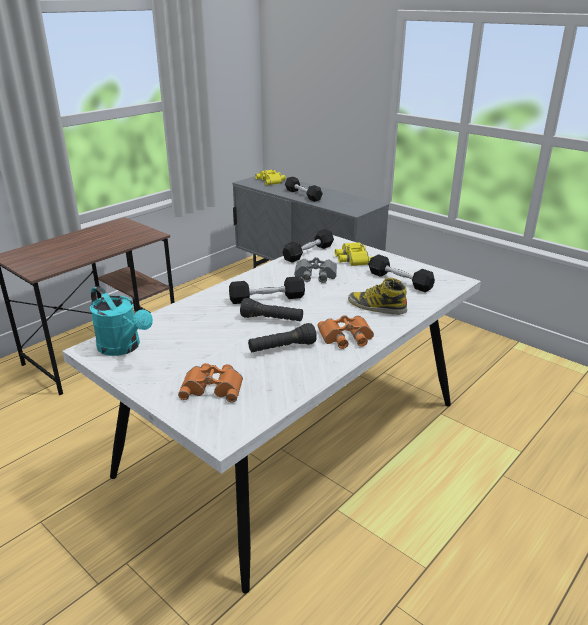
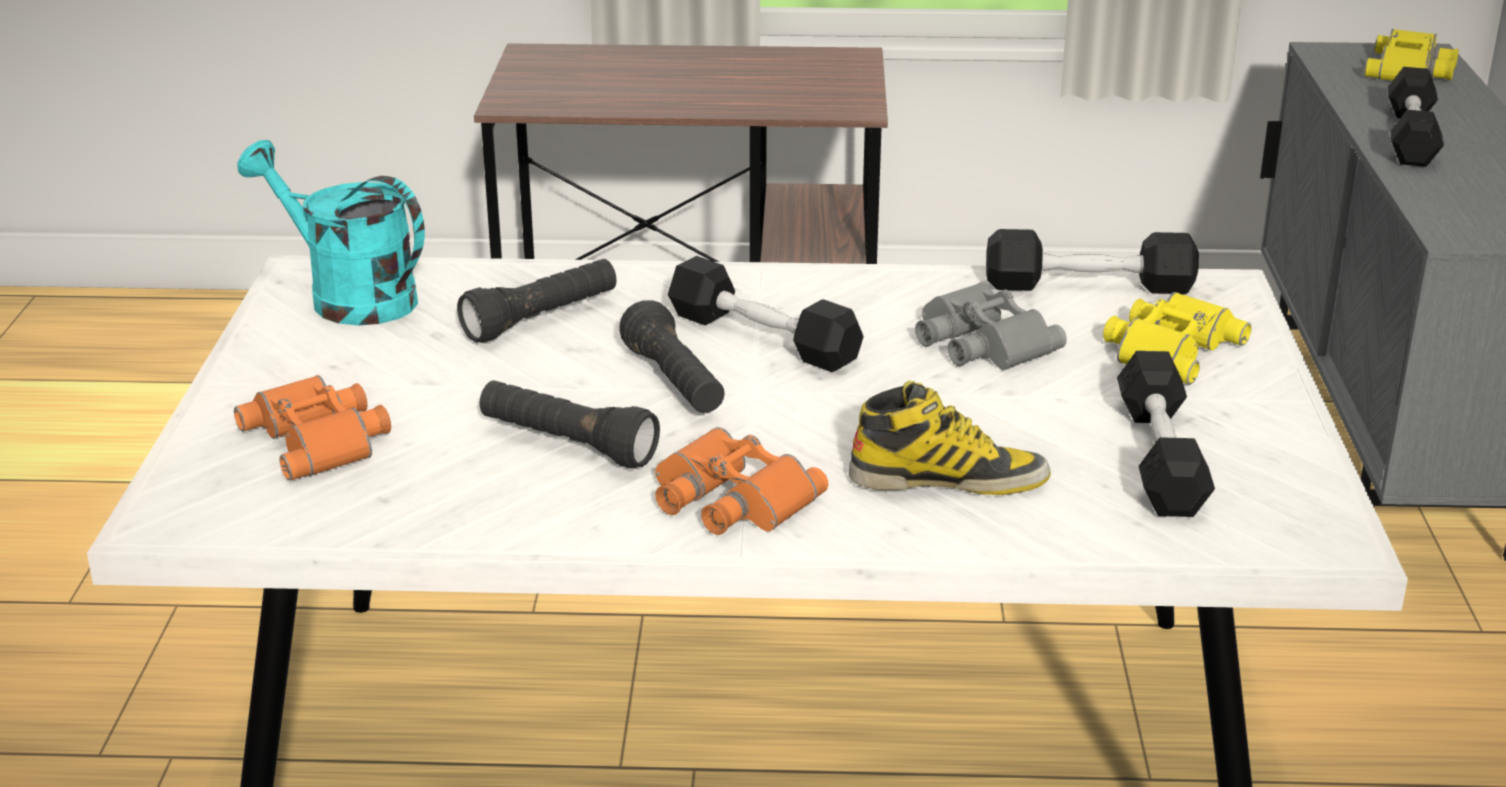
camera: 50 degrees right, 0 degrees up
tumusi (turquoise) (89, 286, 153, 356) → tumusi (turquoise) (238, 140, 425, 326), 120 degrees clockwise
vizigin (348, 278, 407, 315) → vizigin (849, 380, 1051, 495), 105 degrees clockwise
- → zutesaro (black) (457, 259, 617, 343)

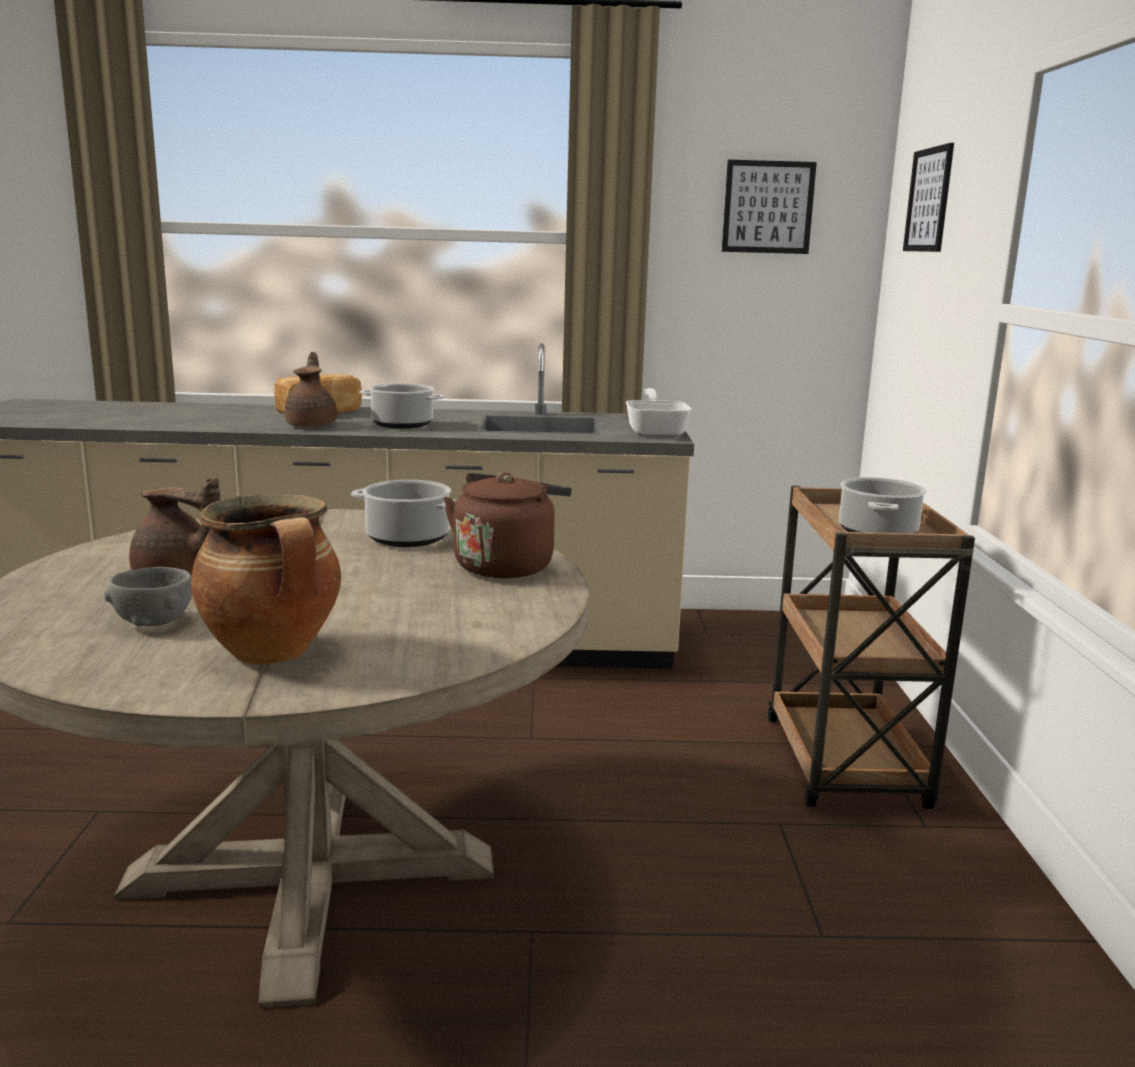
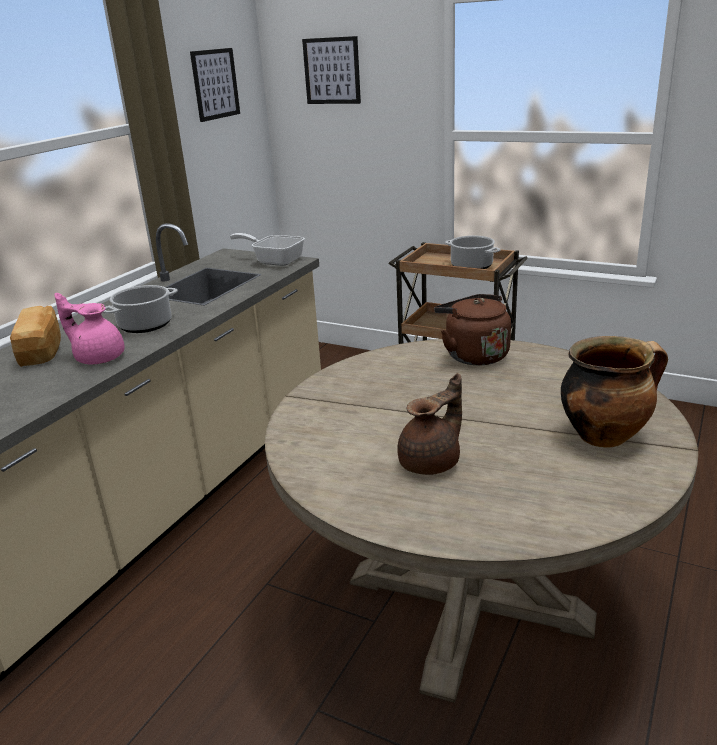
camera: 60 degrees left, 10 degrees up
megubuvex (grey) (104, 567, 192, 627) → -
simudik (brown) (285, 352, 338, 427) → simudik (pink) (55, 293, 125, 364)
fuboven (351, 480, 457, 547) → -

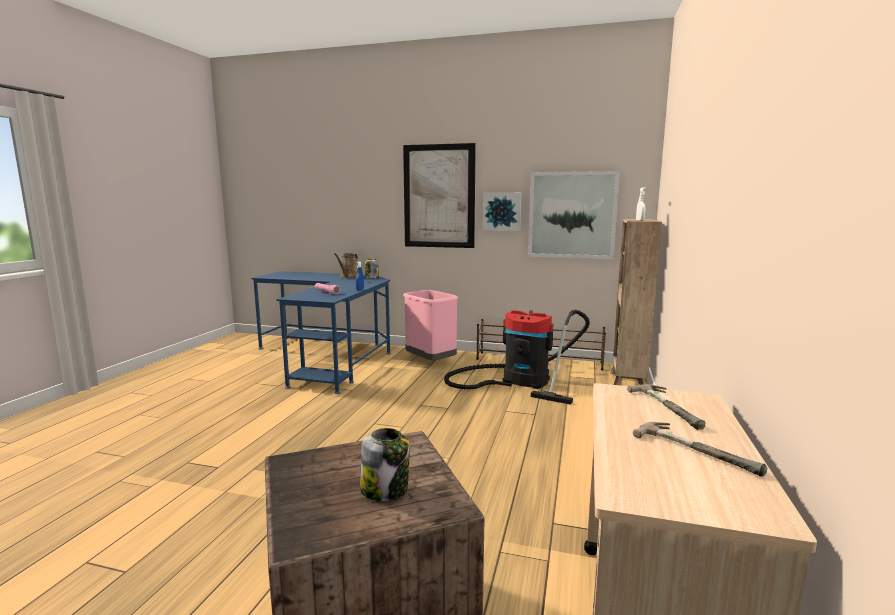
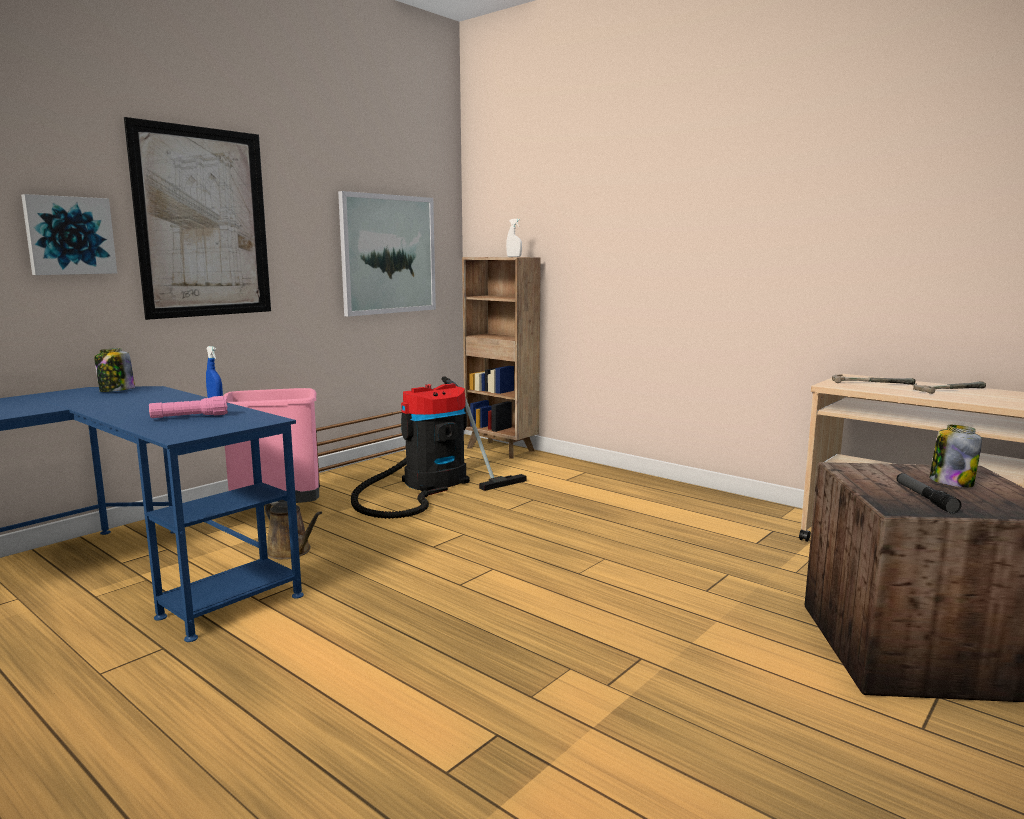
camera: 65 degrees left, 0 degrees up
tumusi (brown) (334, 253, 359, 278) → tumusi (brown) (265, 501, 322, 559), moved
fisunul (483, 192, 522, 231) → fisunul (21, 194, 117, 275), moved
- → zutesaro (897, 473, 962, 514)

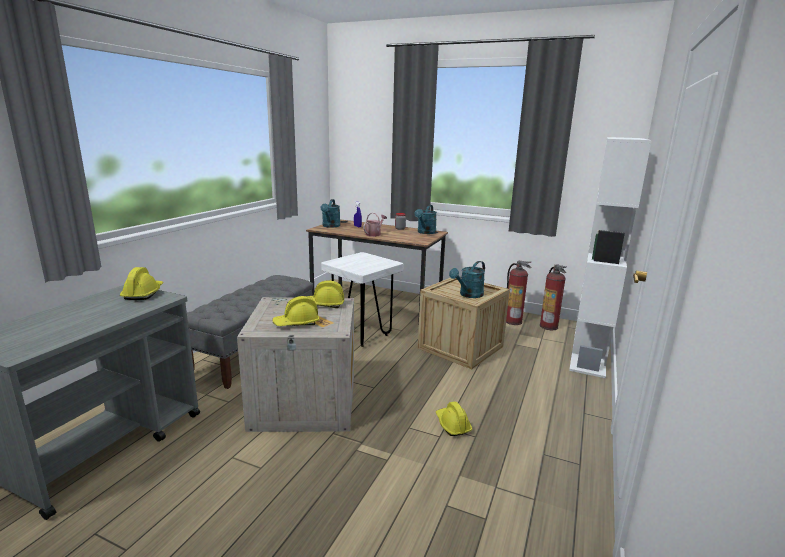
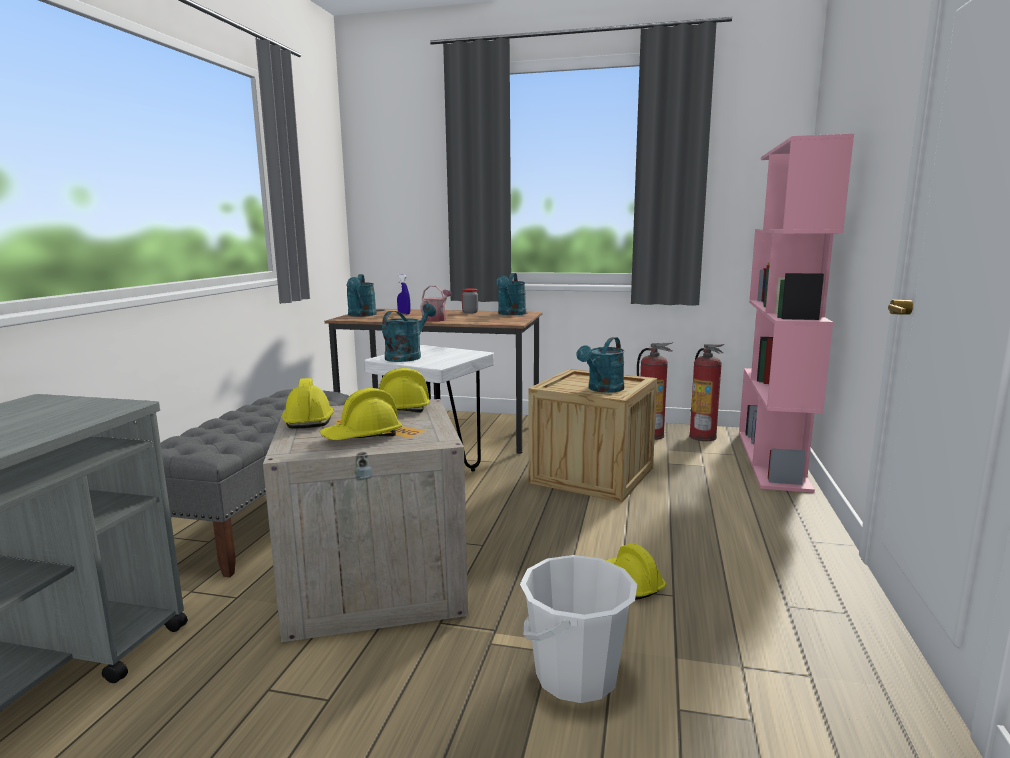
camera: 10 degrees left, 5 degrees down
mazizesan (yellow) (120, 267, 164, 300) → mazizesan (yellow) (282, 378, 334, 429), moved
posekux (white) (569, 137, 652, 378) → posekux (pink) (739, 134, 854, 493)
- → tumusi (turquoise) (382, 304, 436, 362)
- → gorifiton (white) (520, 555, 637, 703)

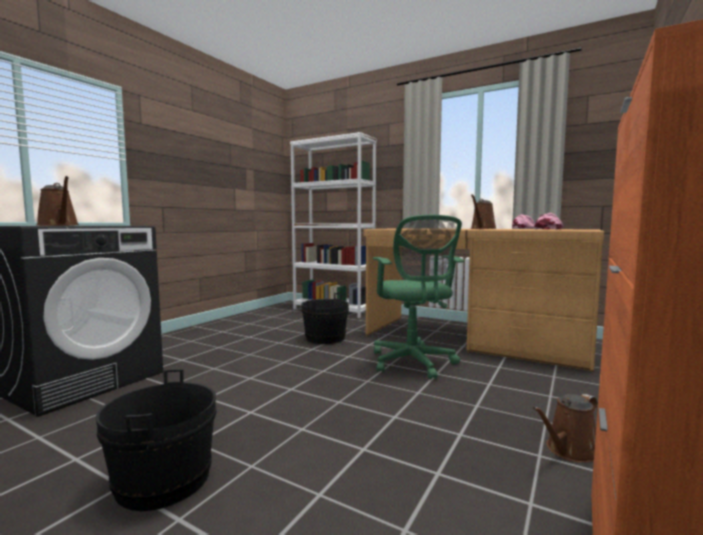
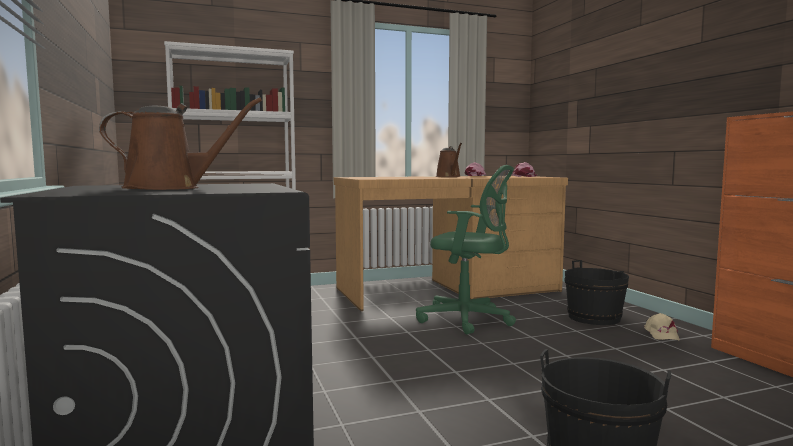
camera: 50 degrees left, 0 degrees up
gorifiton (black) (301, 293, 349, 344) → gorifiton (black) (564, 260, 629, 325), moved
tumusi (brown) (533, 394, 598, 462) → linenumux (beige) (644, 313, 680, 341)

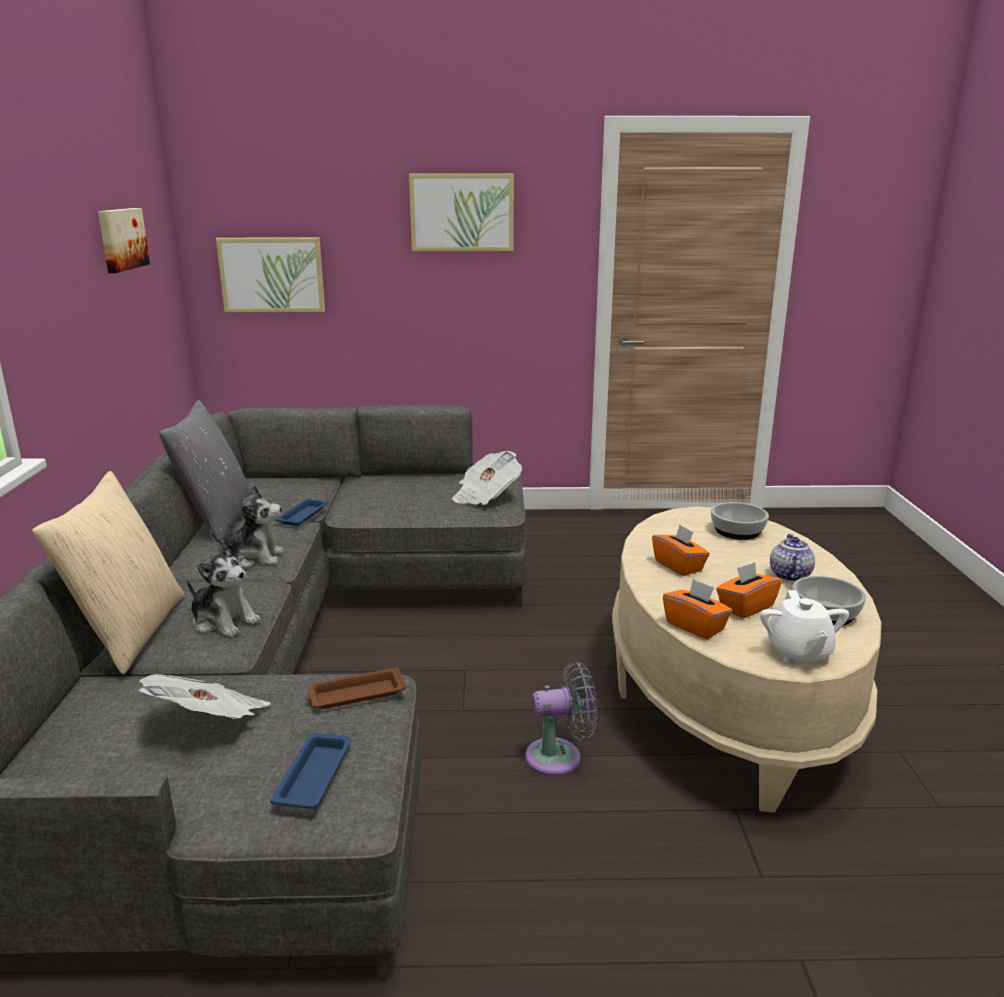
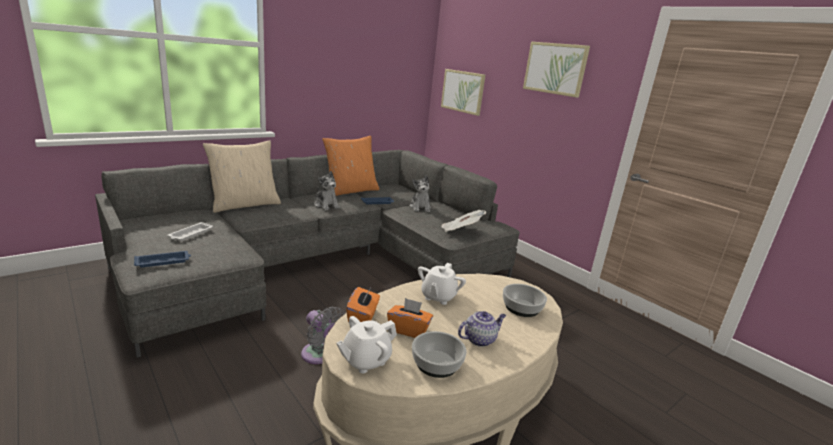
camera: 50 degrees right, 0 degrees up
fisunul (98, 208, 150, 273) → -
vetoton (138, 674, 271, 719) → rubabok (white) (167, 222, 213, 241)
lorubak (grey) (159, 400, 251, 541) → lorubak (orange) (322, 136, 379, 196)
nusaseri (187, 540, 260, 637) → nusaseri (409, 175, 431, 212), moved
rubabok (brown) (305, 667, 406, 709) → -
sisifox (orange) (652, 525, 710, 576) → simudik (white) (418, 263, 466, 305)

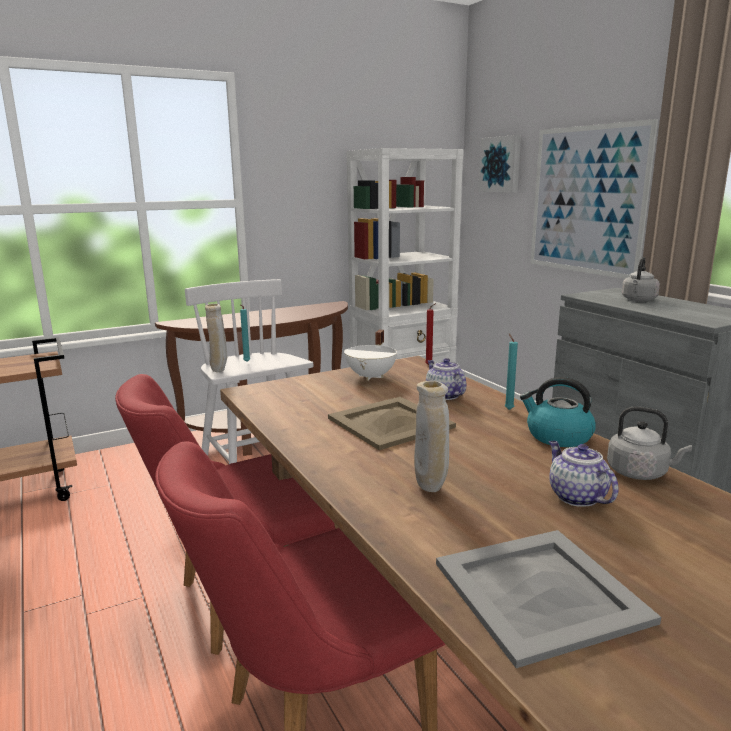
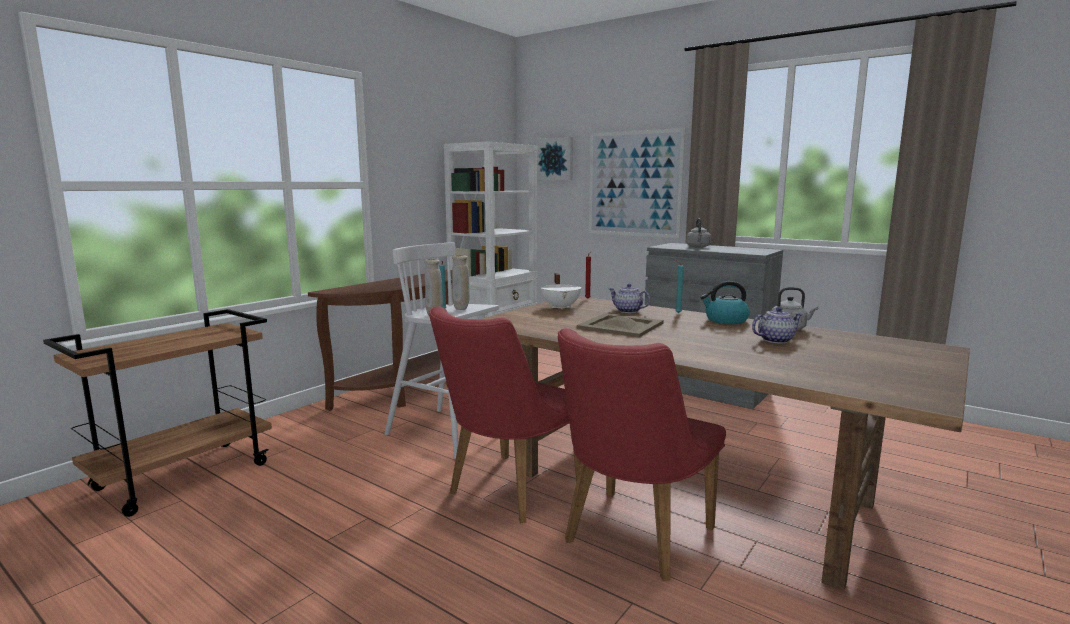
camera: 25 degrees left, 5 degrees down
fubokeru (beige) (414, 381, 449, 492) → fubokeru (beige) (452, 255, 470, 310), moved
rubabok (grey) (436, 530, 661, 668) → -
simudik (549, 441, 619, 507) → simudik (752, 307, 802, 343), 120 degrees clockwise

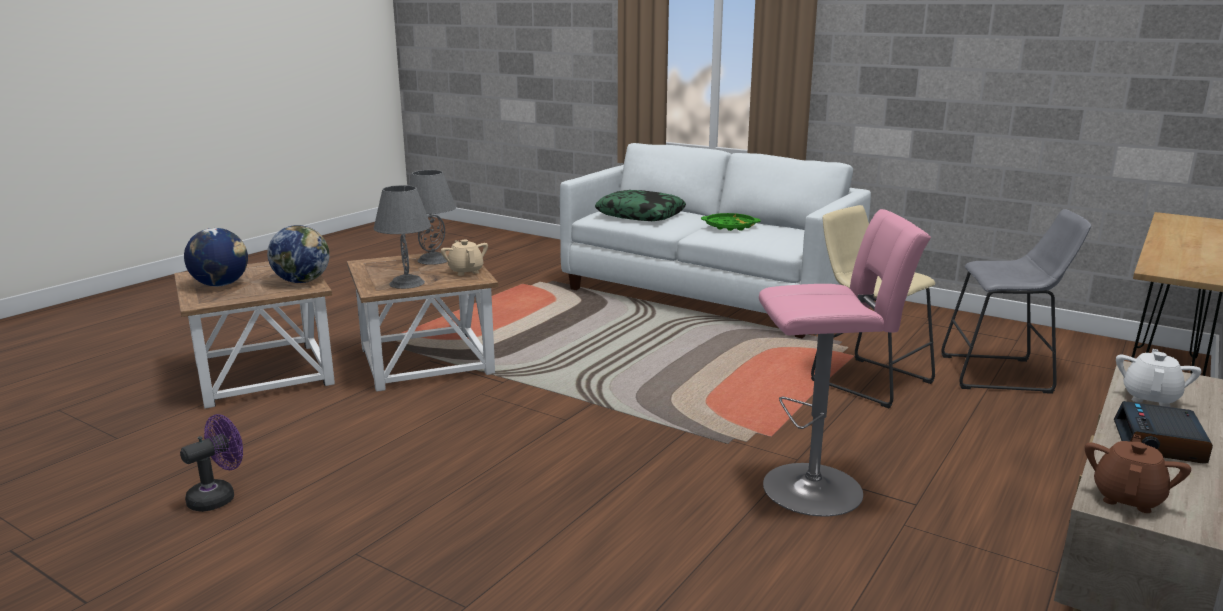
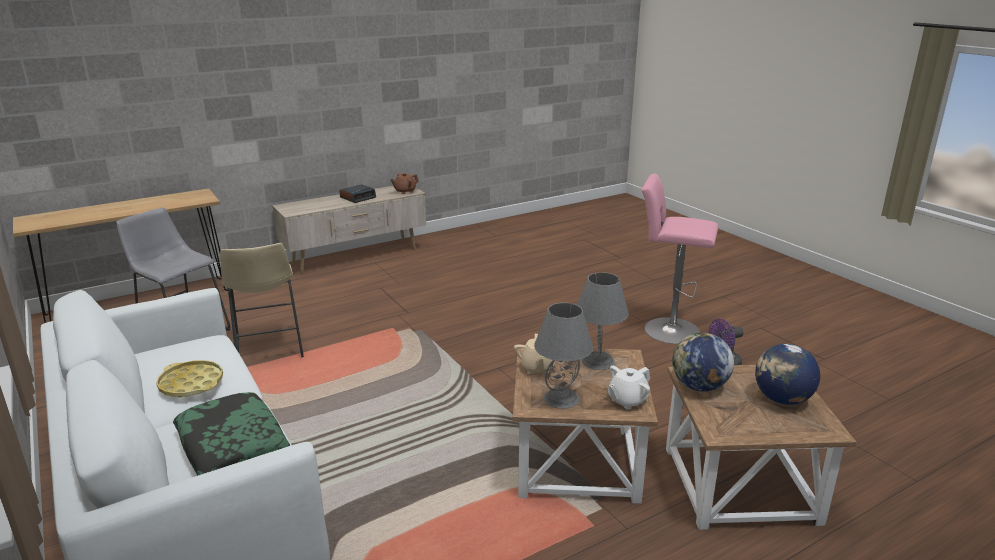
camera: 155 degrees left, 5 degrees up
rubabok (green) (701, 213, 760, 231) → rubabok (yellow) (156, 360, 223, 397)
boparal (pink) (759, 209, 931, 516) → boparal (pink) (642, 174, 718, 344), moved
simudik (white) (1116, 349, 1202, 407) → simudik (white) (608, 366, 650, 410), moved

